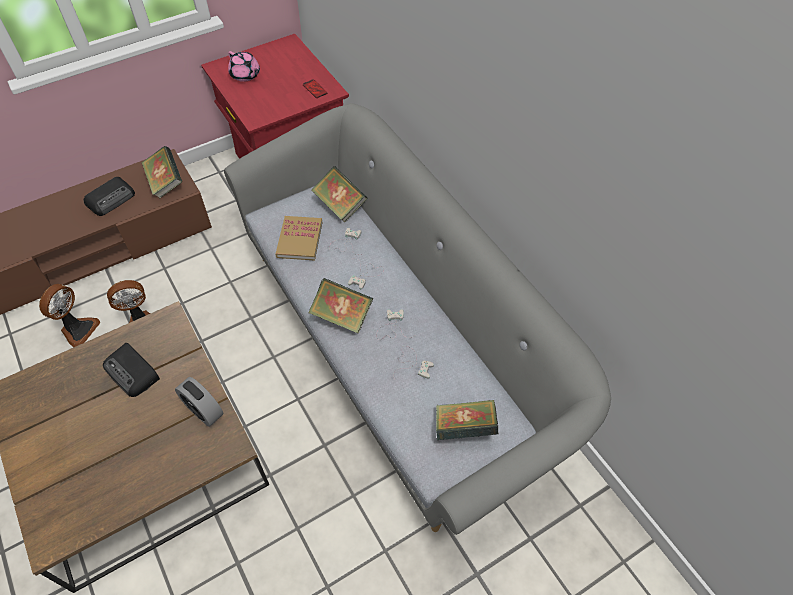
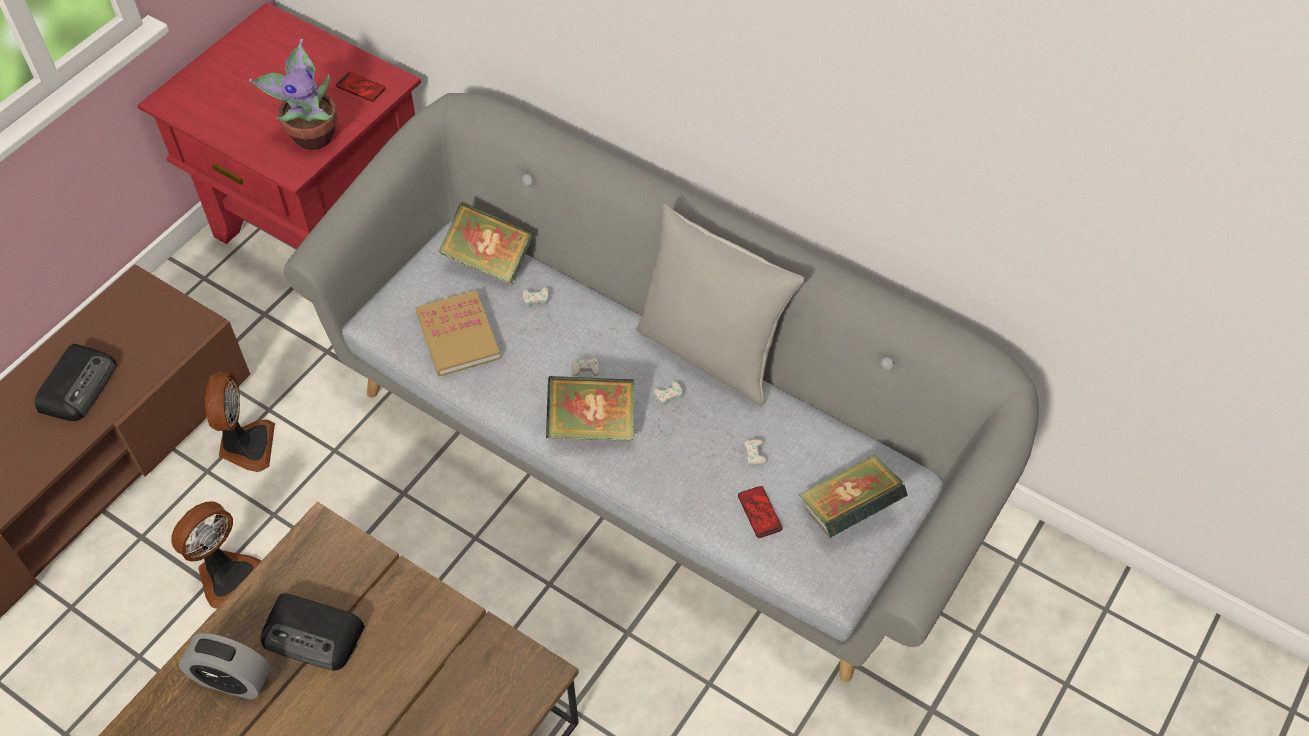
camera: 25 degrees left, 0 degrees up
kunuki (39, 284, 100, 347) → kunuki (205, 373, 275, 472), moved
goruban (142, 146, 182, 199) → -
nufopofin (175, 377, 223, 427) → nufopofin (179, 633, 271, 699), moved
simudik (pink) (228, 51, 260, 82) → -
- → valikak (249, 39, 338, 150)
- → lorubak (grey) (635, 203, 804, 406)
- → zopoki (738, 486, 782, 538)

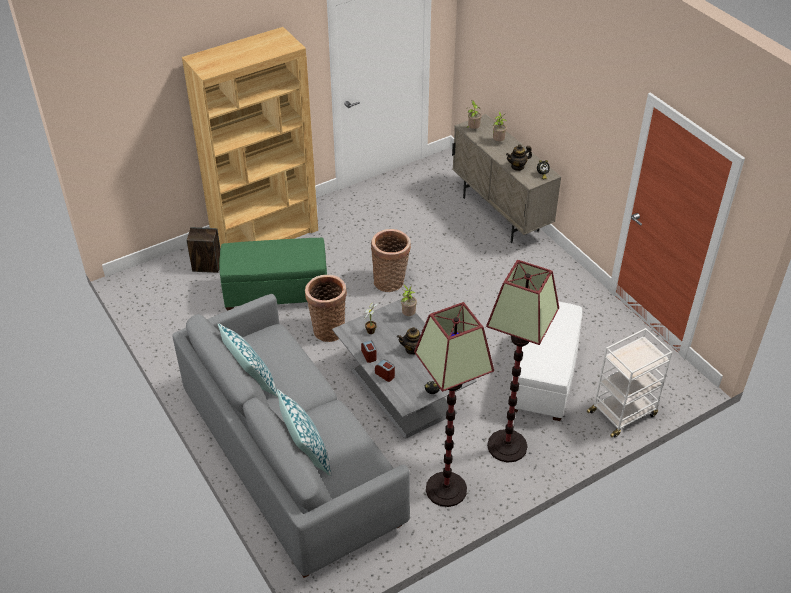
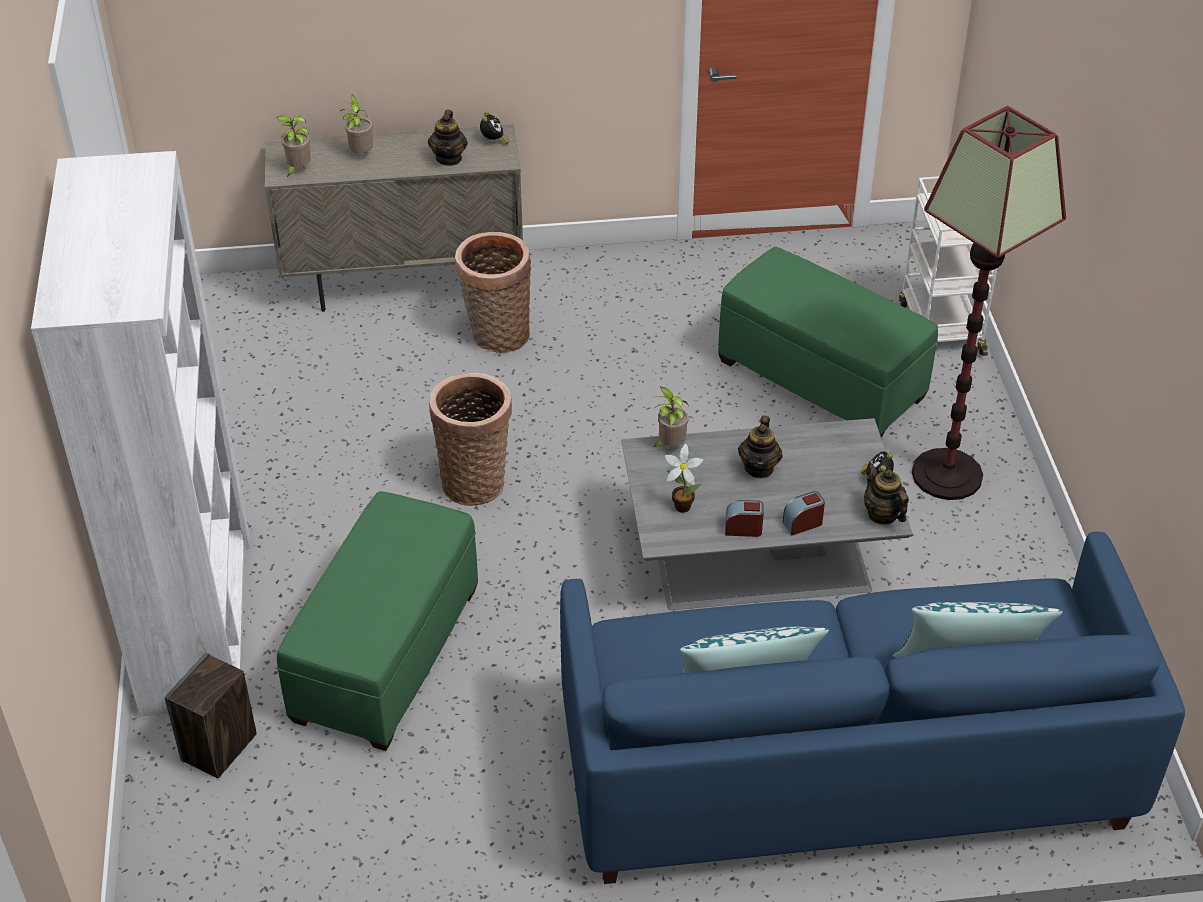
camera: 65 degrees left, 0 degrees up
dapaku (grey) (172, 294, 410, 578) → dapaku (blue) (560, 532, 1185, 884)
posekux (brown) (182, 27, 318, 249) → posekux (white) (31, 151, 250, 717)
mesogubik (305, 275, 347, 342) → mesogubik (455, 232, 531, 353), moved
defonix (414, 302, 494, 507) → -
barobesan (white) (509, 301, 582, 421) → barobesan (green) (718, 247, 938, 438)
- → simudik (864, 463, 909, 525)

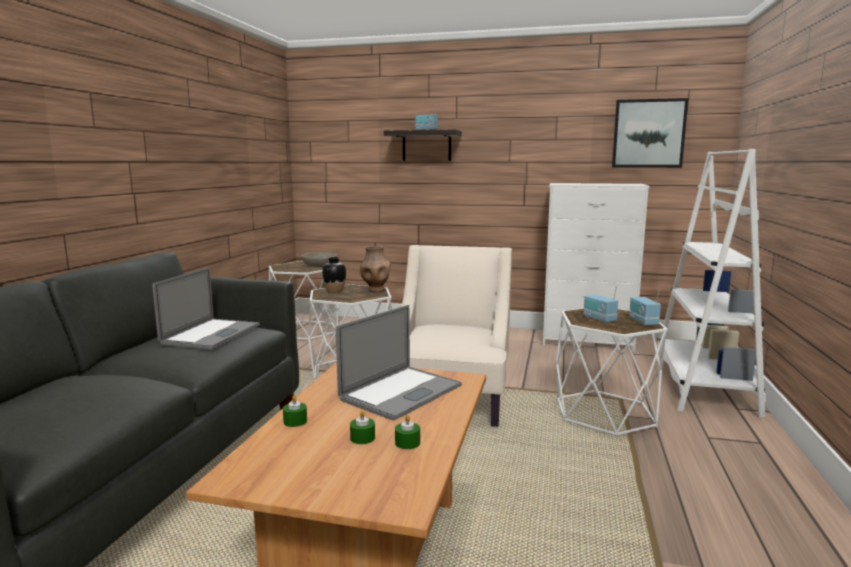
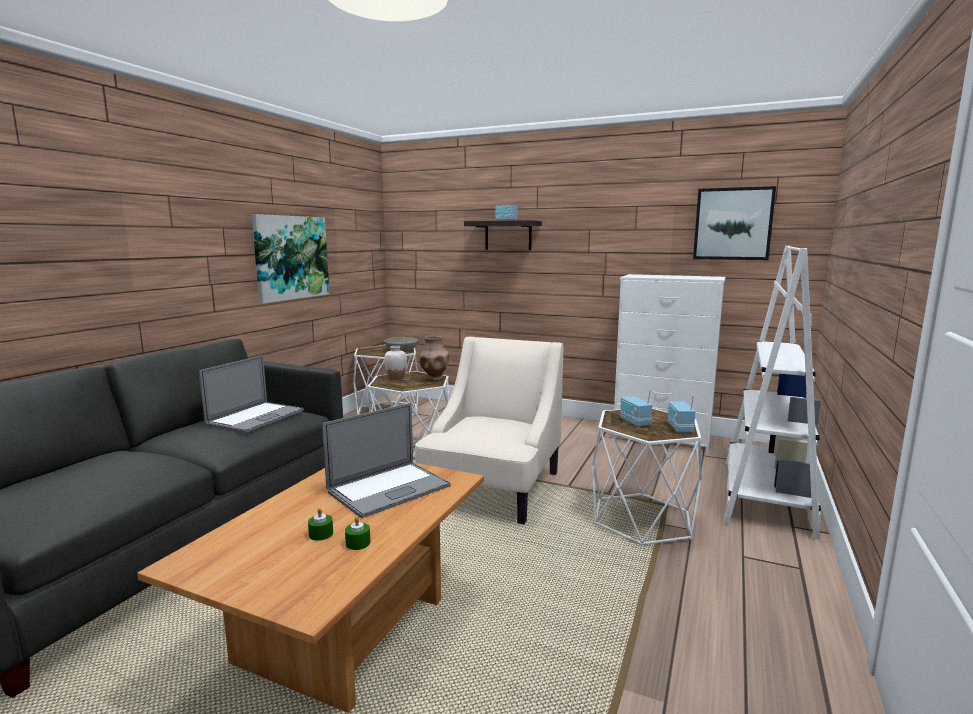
camera: 10 degrees right, 0 degrees up
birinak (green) (283, 395, 307, 427) → -
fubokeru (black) (322, 257, 346, 293) → fubokeru (white) (384, 346, 407, 380)
- → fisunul (252, 214, 329, 303)

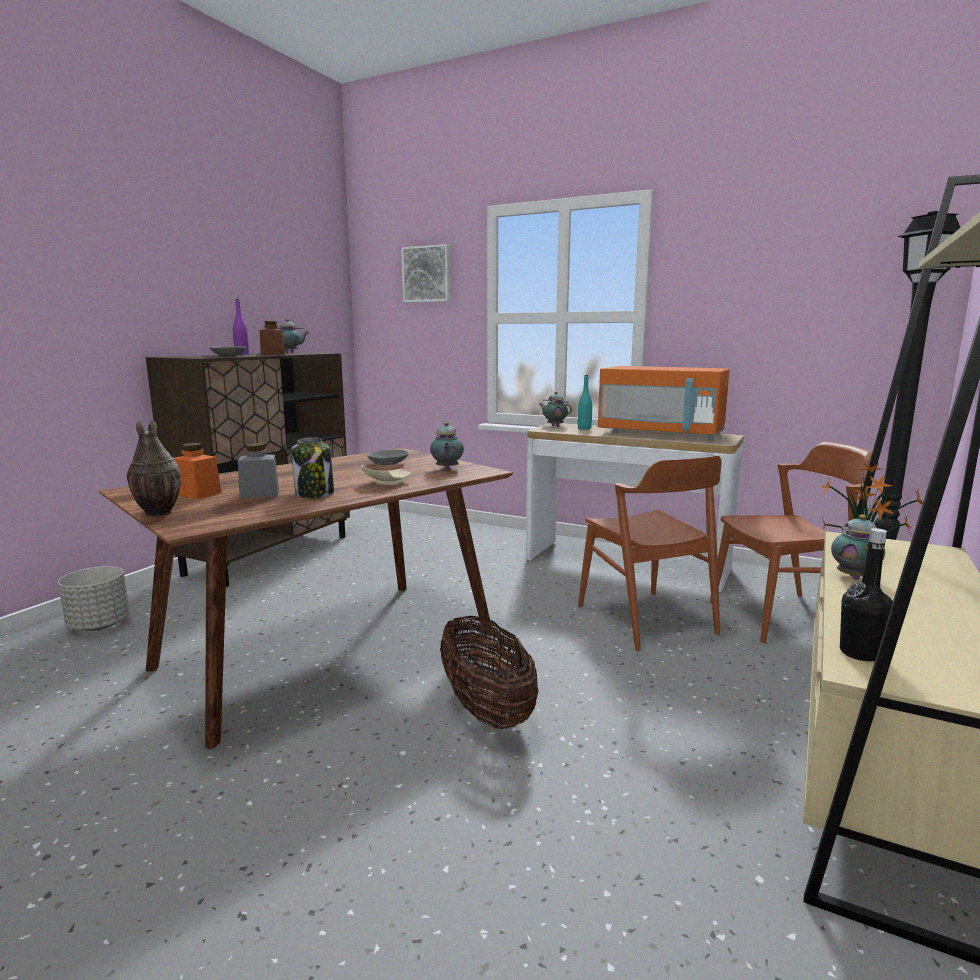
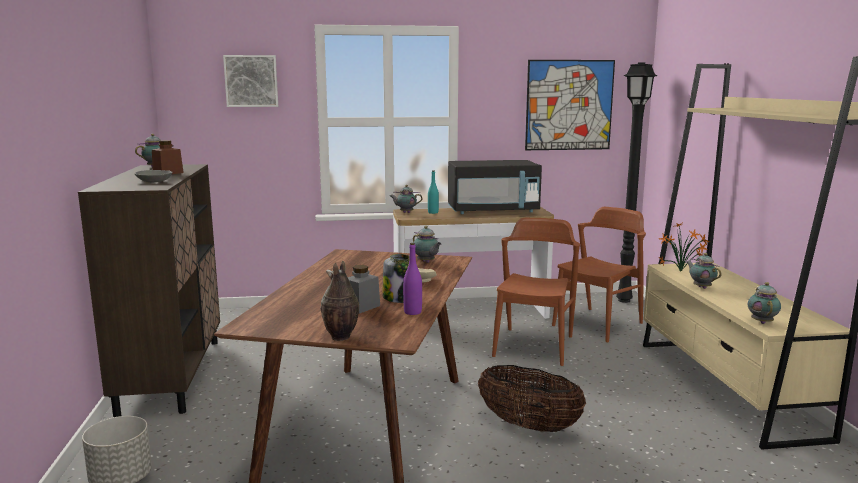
camera: 35 degrees left, 0 degrees up
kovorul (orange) (173, 443, 221, 499) → -
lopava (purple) (233, 299, 249, 355) → lopava (purple) (403, 243, 422, 315), moved
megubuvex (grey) (367, 450, 409, 465) → -
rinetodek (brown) (578, 456, 721, 651) → rinetodek (brown) (492, 218, 580, 366), 105 degrees counterclockwise
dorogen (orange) (598, 366, 730, 440) → dorogen (black) (448, 160, 542, 214)
lopava (black) (840, 528, 893, 661) → simudik (748, 282, 781, 324)
- → fisunul (525, 60, 615, 150)

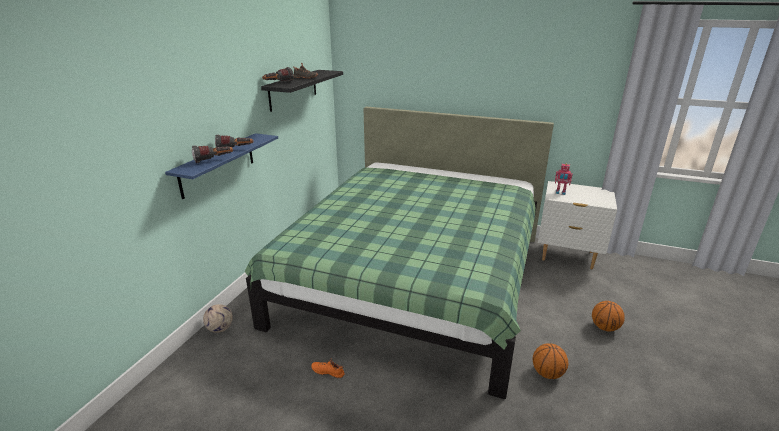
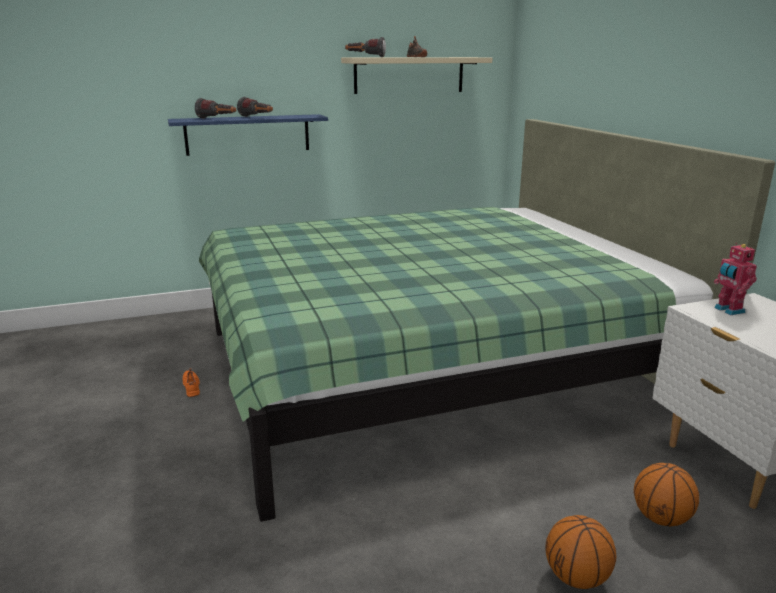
camera: 50 degrees right, 5 degrees down
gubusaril (203, 304, 233, 333) → -
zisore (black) (261, 70, 343, 112) → zisore (beige) (341, 57, 492, 94)
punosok (533, 343, 568, 379) → punosok (634, 463, 699, 526), moved

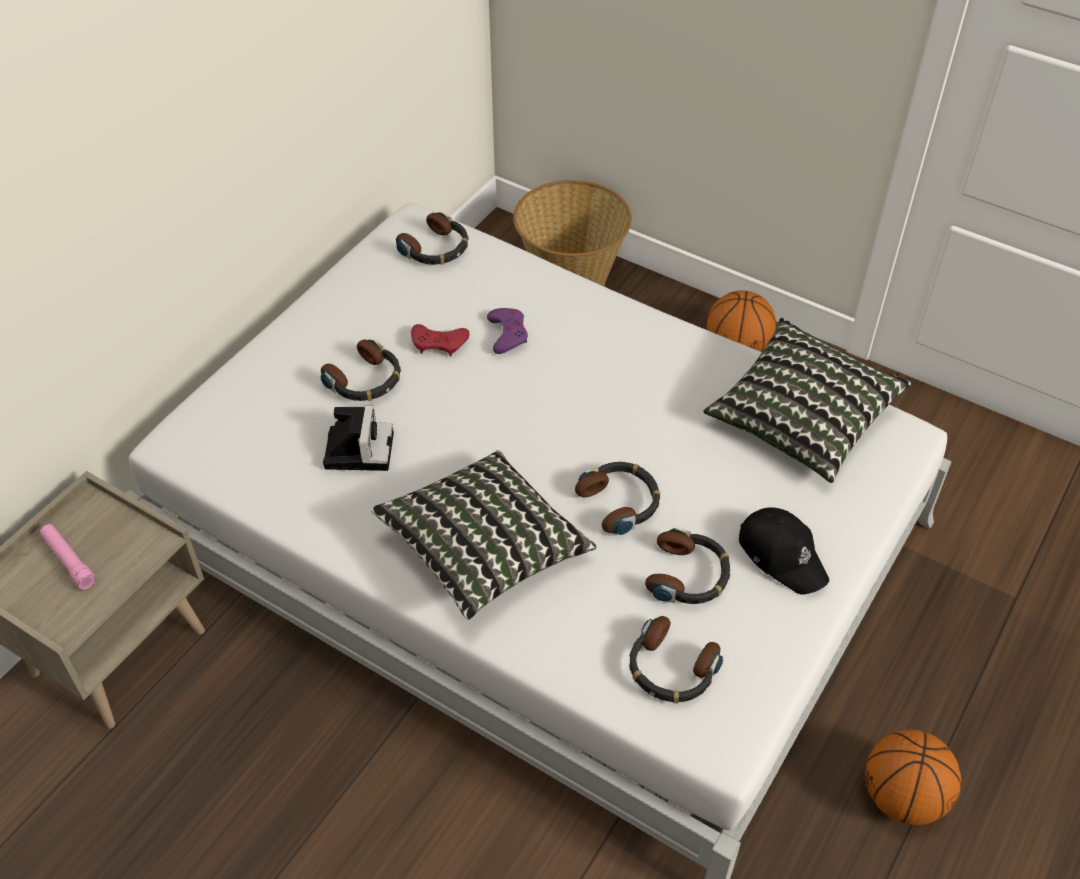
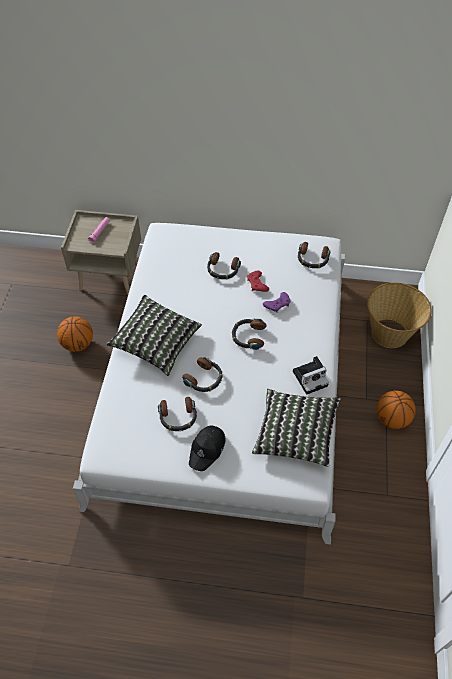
camera: 65 degrees right, 5 degrees up
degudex (323, 405, 394, 471) → degudex (293, 356, 329, 395), moved
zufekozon (629, 616, 723, 703) → zufekozon (232, 318, 266, 350), moved
punosok (865, 730, 961, 825) → punosok (57, 316, 93, 352), moved

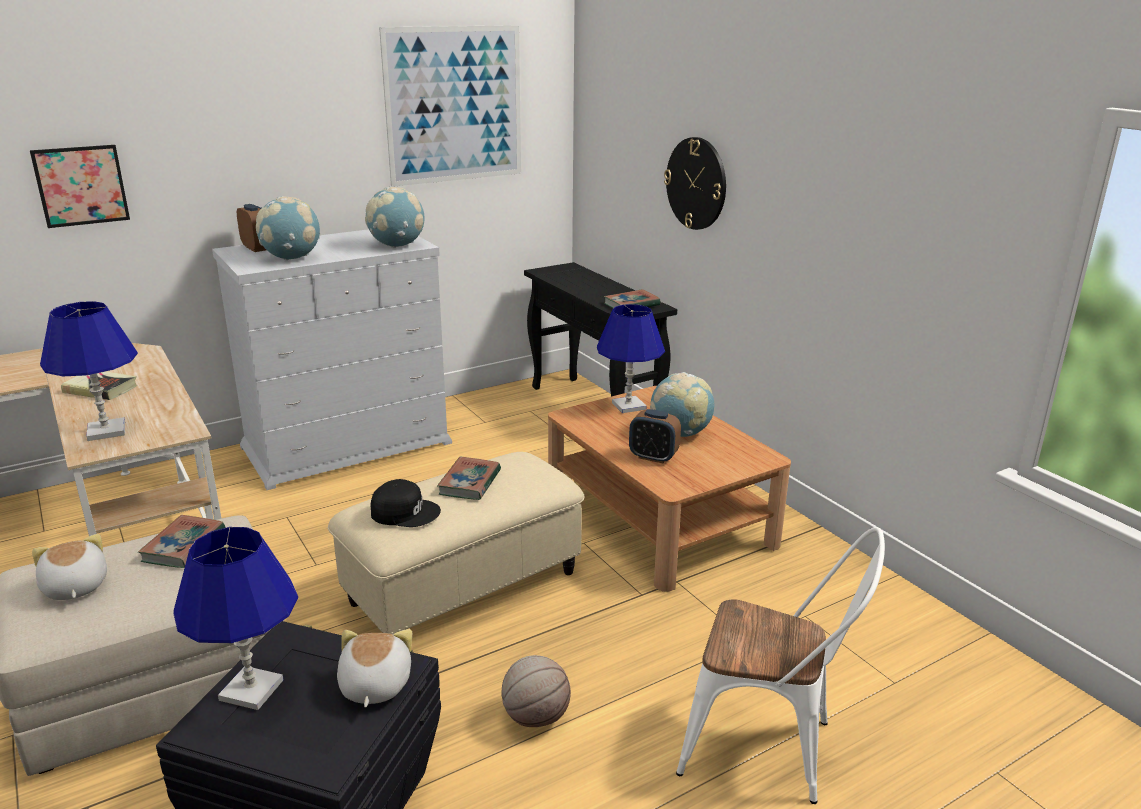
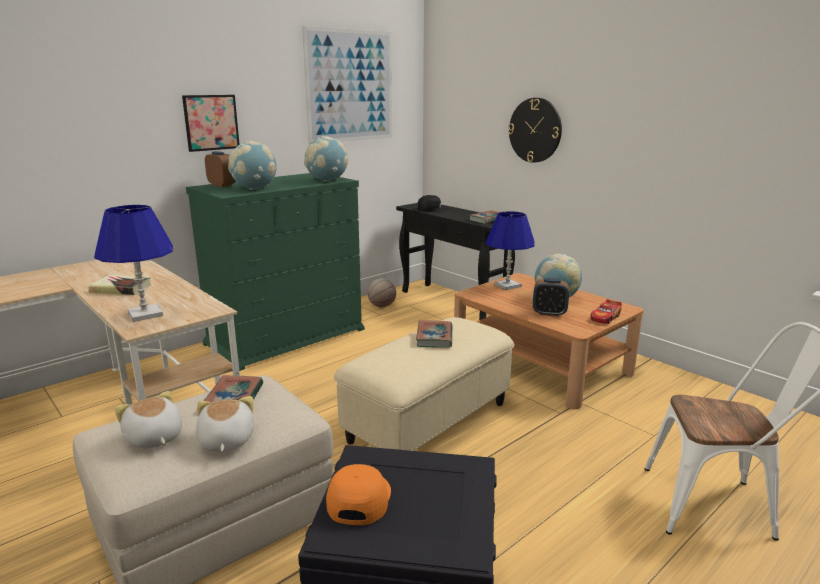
camera: 10 degrees left, 5 degrees down
fisunul (30, 145, 130, 228) → fisunul (182, 95, 240, 152), moved
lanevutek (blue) (173, 527, 298, 710) → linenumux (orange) (326, 464, 391, 525)
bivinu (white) (212, 229, 452, 490) → bivinu (green) (186, 173, 365, 371)
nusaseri (337, 629, 412, 707) → nusaseri (196, 396, 254, 452), moved
linenumux (black) (371, 479, 441, 527) → linenumux (black) (417, 195, 449, 212), moved
punosok (501, 655, 571, 727) → punosok (367, 278, 396, 307), moved
- → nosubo (590, 299, 622, 324)

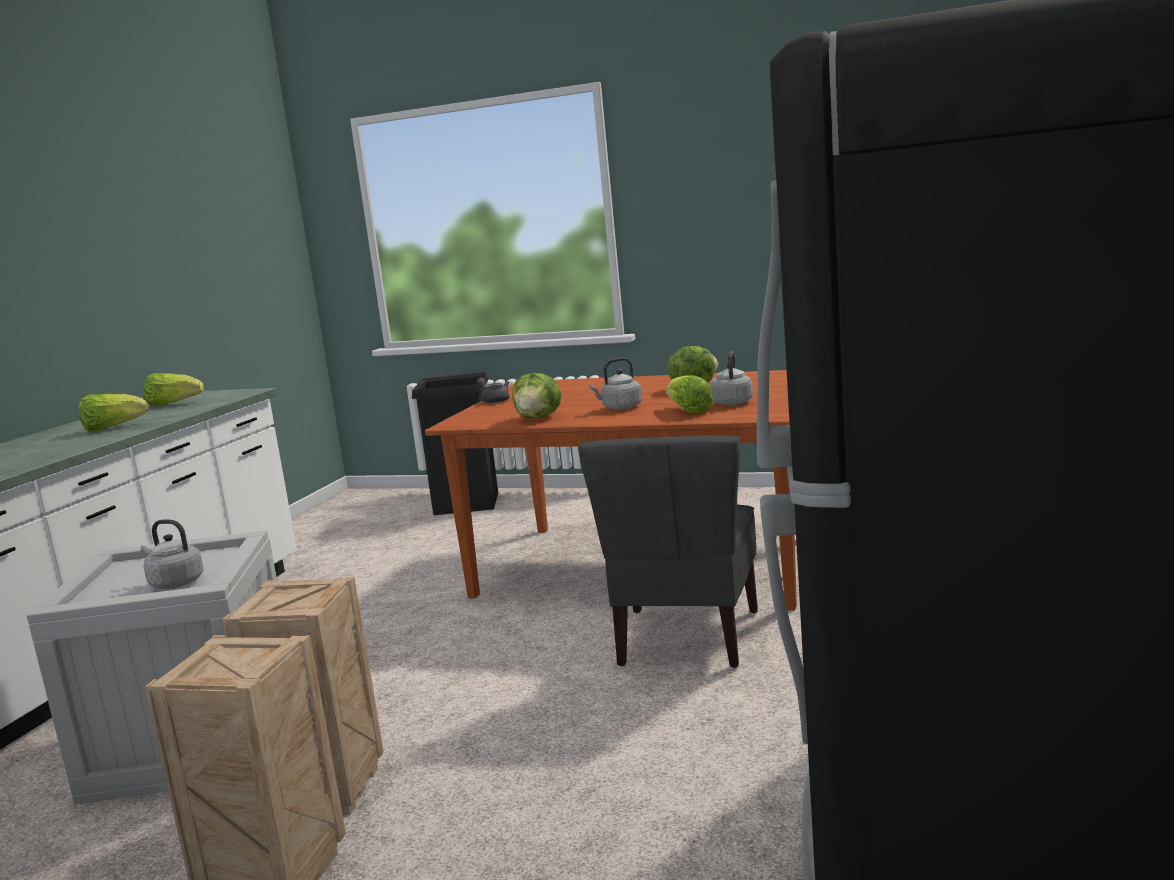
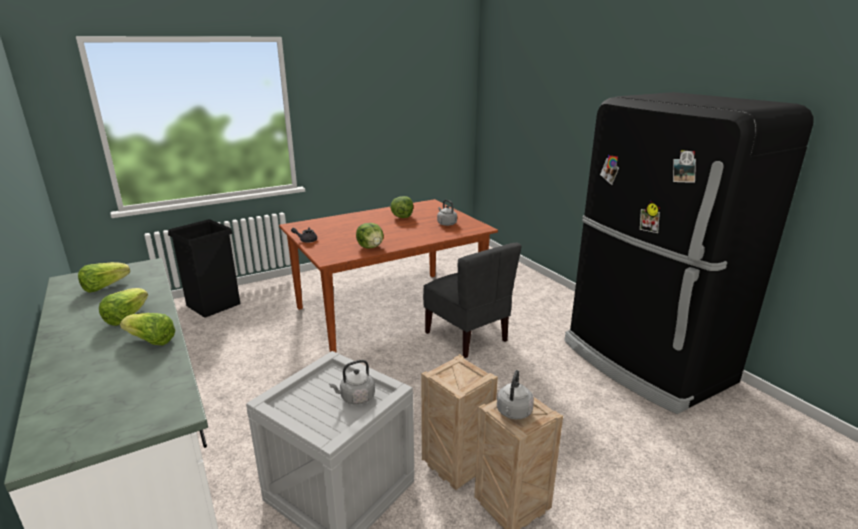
camera: 50 degrees left, 10 degrees up
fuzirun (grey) (589, 358, 642, 410) → fuzirun (grey) (497, 370, 534, 419), moved
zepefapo (666, 375, 713, 414) → zepefapo (120, 313, 175, 345), moved

